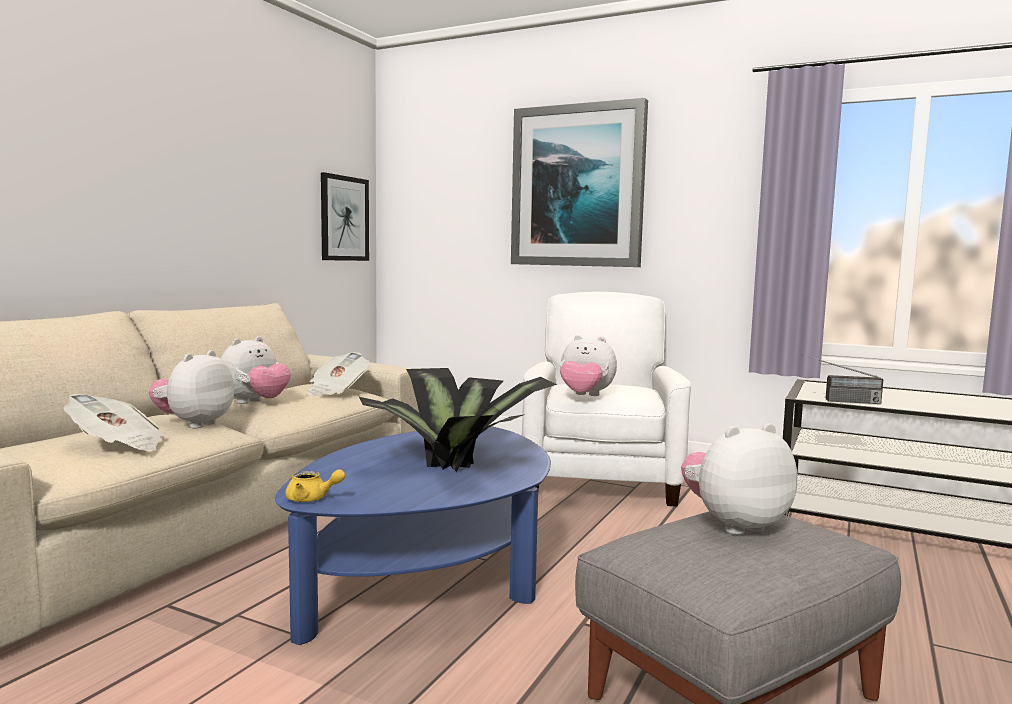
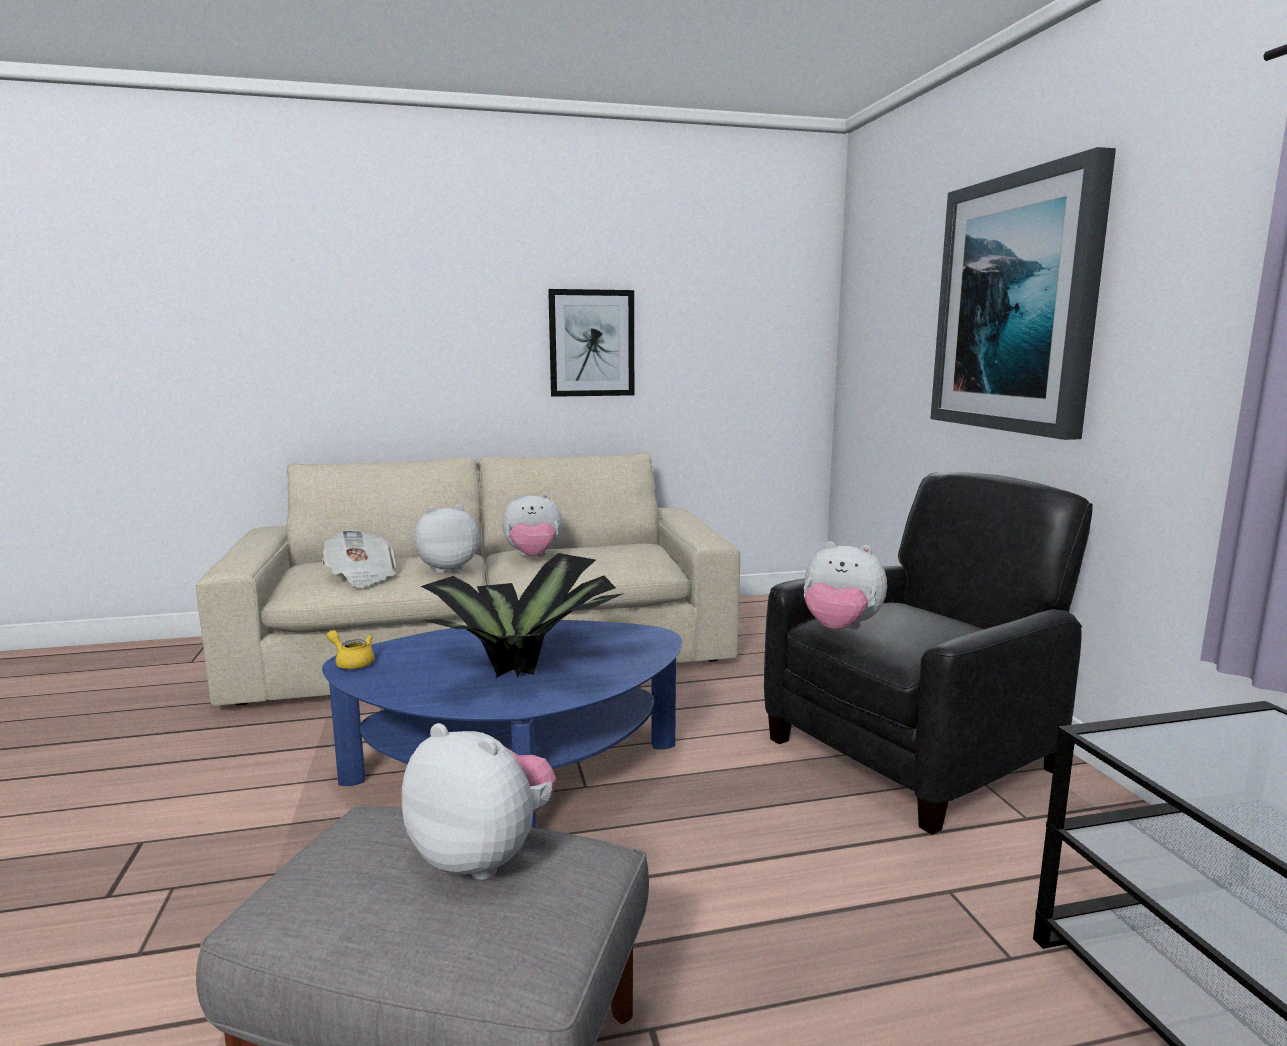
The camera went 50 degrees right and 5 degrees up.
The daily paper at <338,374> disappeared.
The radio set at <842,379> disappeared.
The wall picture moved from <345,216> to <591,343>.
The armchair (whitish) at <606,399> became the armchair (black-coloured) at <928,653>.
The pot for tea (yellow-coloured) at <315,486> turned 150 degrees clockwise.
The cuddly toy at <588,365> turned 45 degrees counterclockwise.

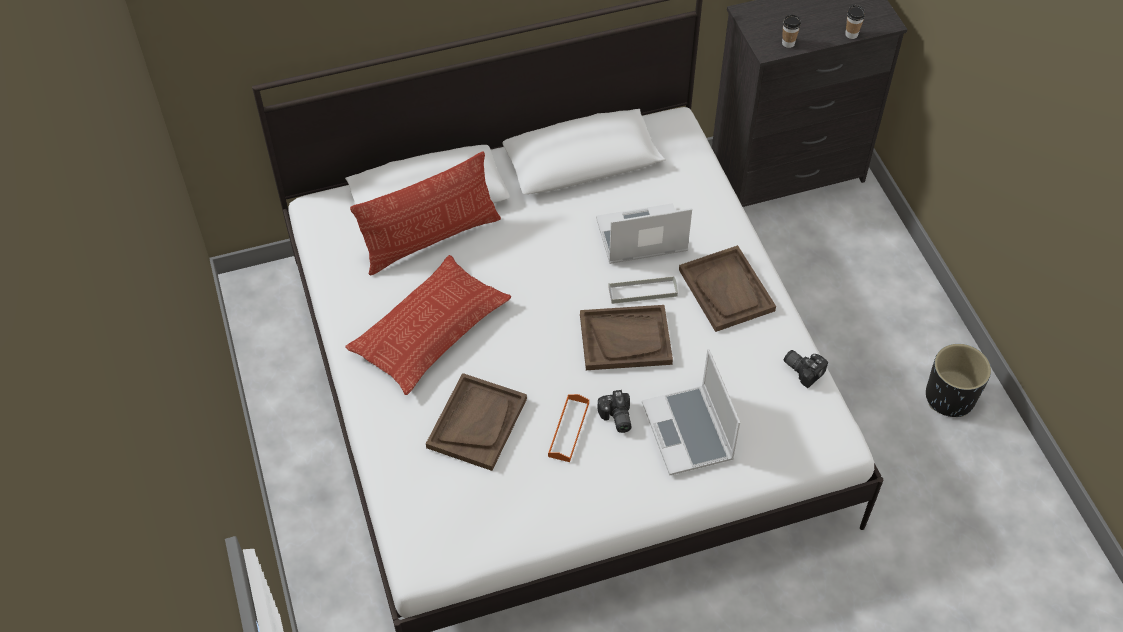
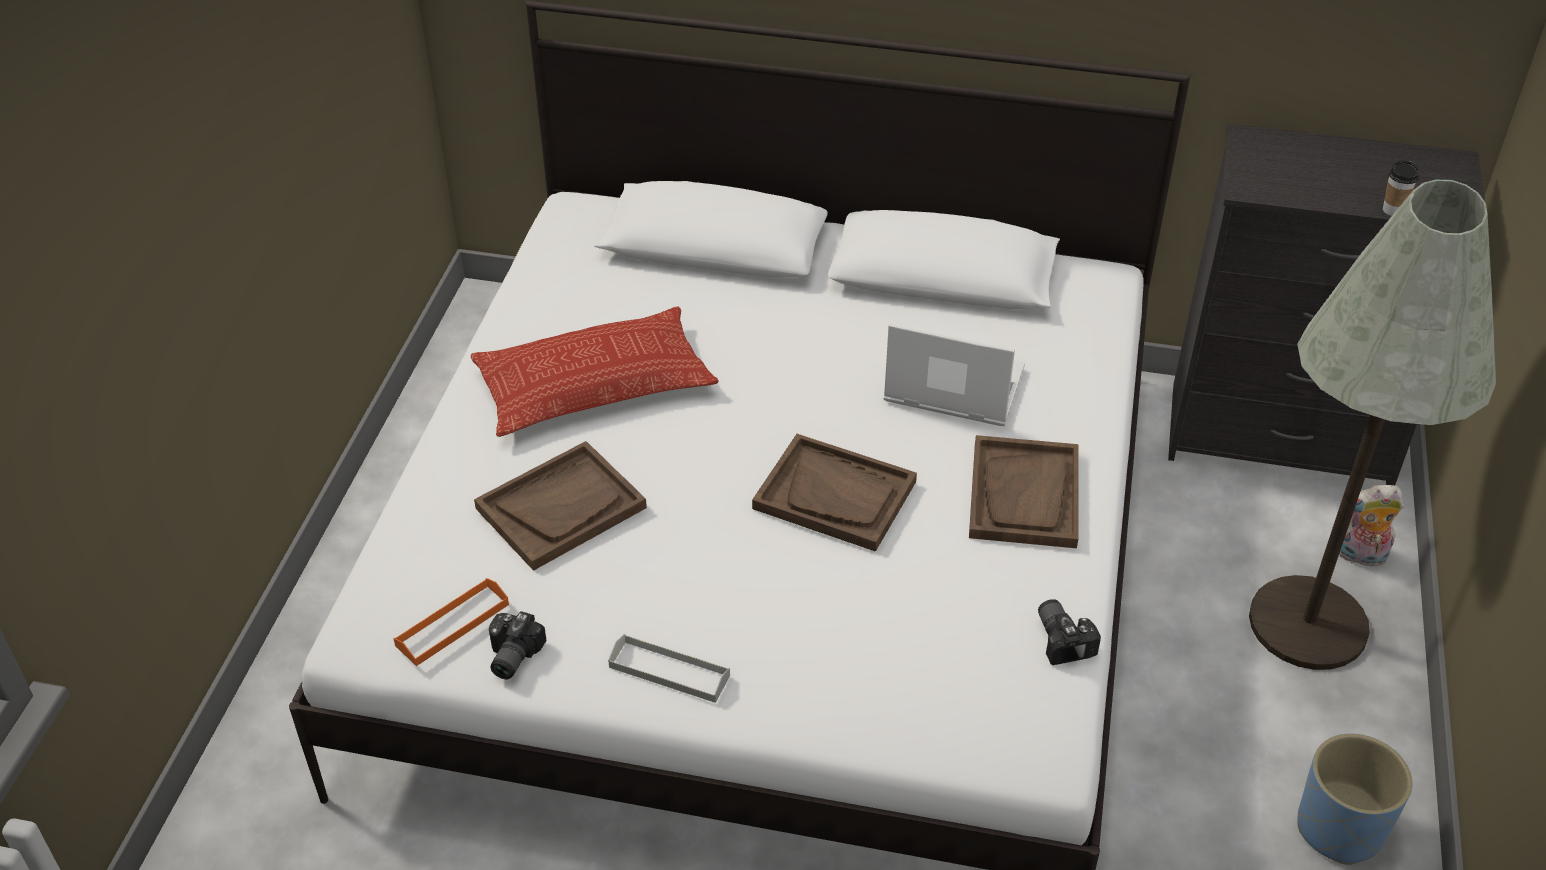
The camera went 30 degrees right and 10 degrees down.
The throw pillow at <425,213> disappeared.
The laptop at <691,412> disappeared.
The small cup at <791,31> disappeared.
The standard lamp (greyish) at <1372,424> appeared.
The cuddly toy at <1371,527> appeared.
The carrying tray (orangey) moved from <568,428> to <451,622>.
The still camera moved from <614,411> to <518,645>.
The carrying tray (greyish) moved from <643,290> to <669,668>.
The flower pot (black-coloured) at <958,380> became the flower pot (blue) at <1354,799>.

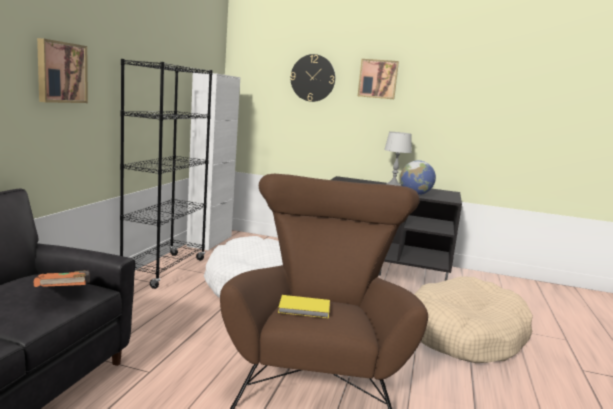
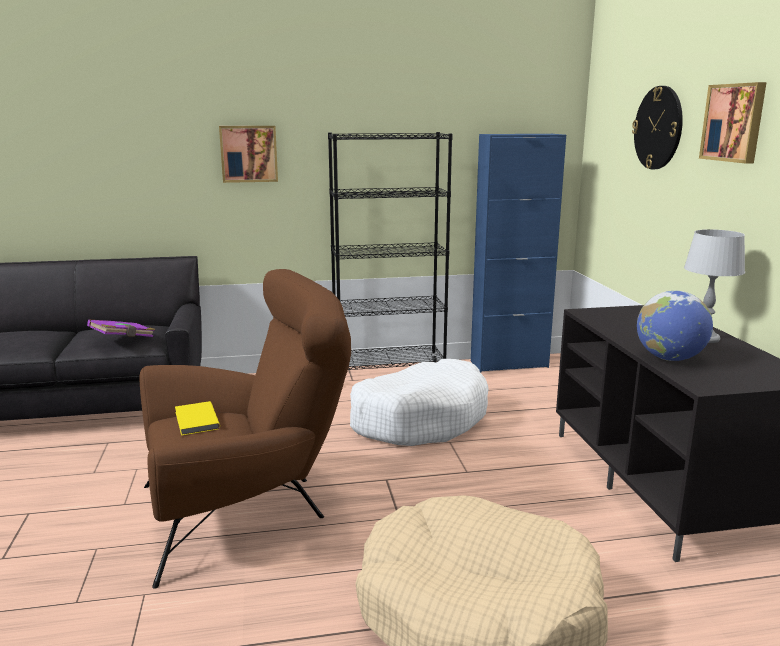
The camera went 65 degrees right and 5 degrees up.
The volume (orangey) at <61,278> became the volume (purplish) at <121,328>.
The cupboard (whitish) at <213,161> became the cupboard (blue) at <518,253>.

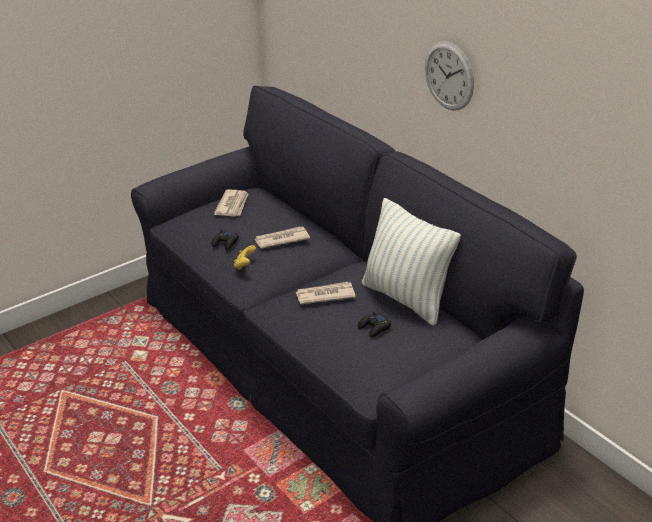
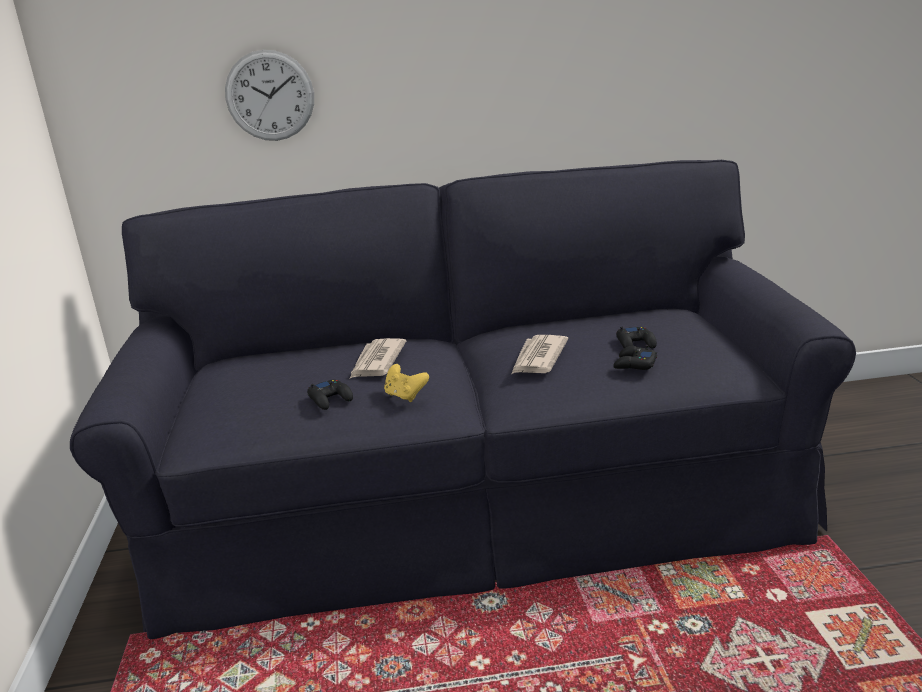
The camera went 60 degrees left and 10 degrees down.
The daily paper at <231,203> disappeared.
The throw pillow at <411,262> disappeared.
The joypad (black-coloured) at <635,357> appeared.
The hanging clock moved from <449,76> to <269,95>.

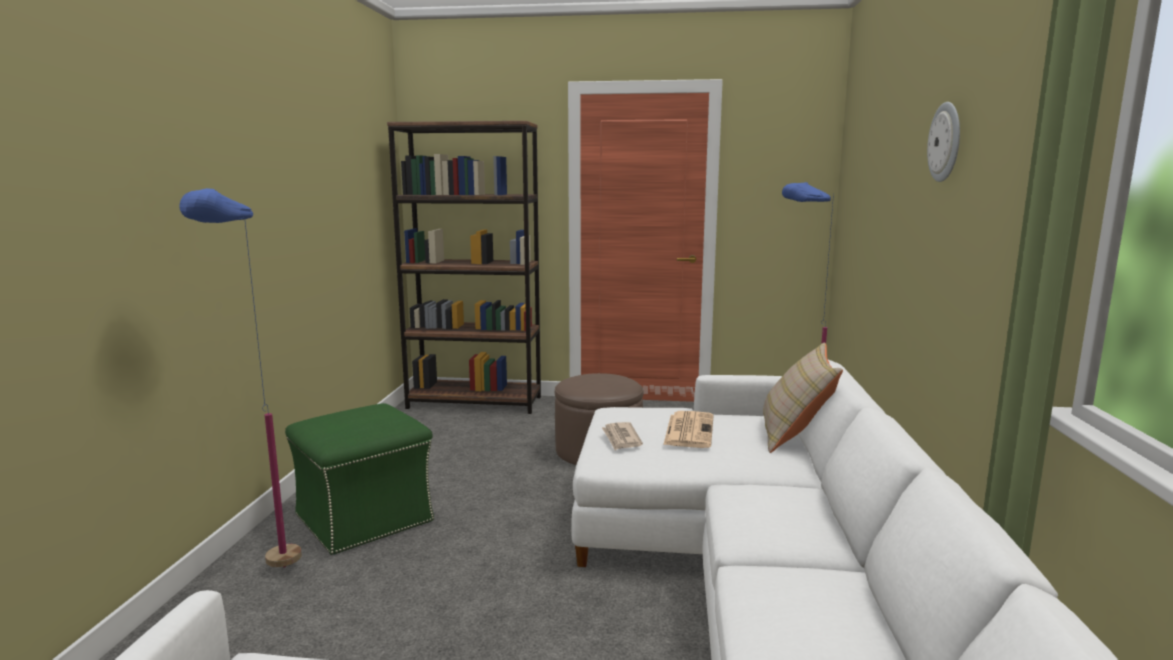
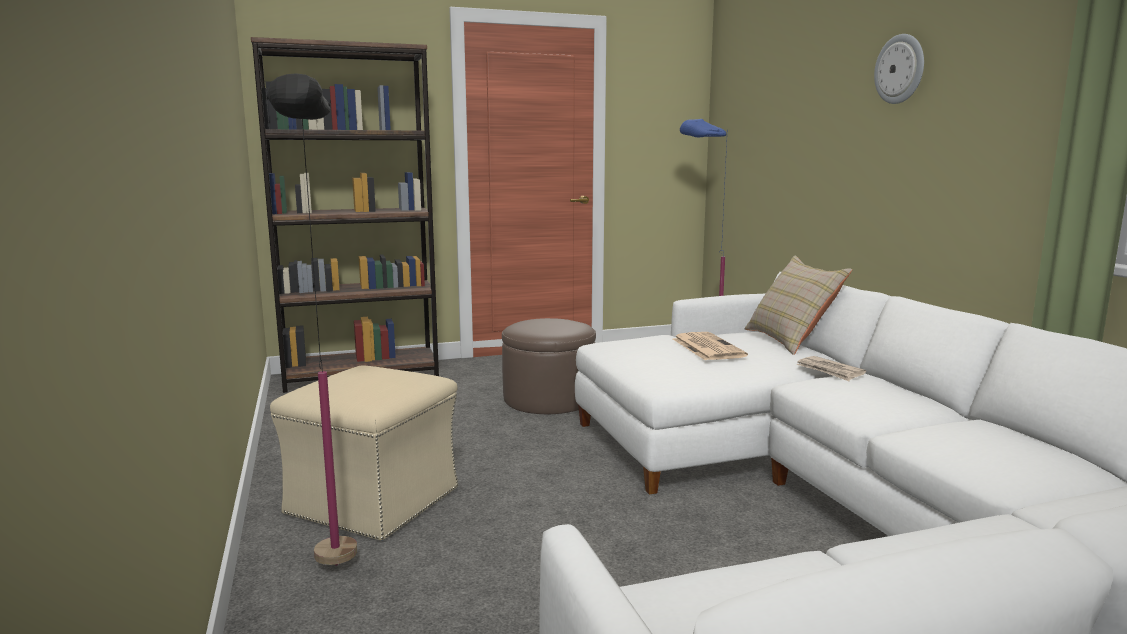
The camera went 25 degrees left and 0 degrees up.
The daily paper moved from <622,436> to <831,368>.
The standard lamp (blue) at <240,378> became the standard lamp (black-coloured) at <312,319>.
The footrest (greenish) at <359,479> became the footrest (beige) at <364,453>.

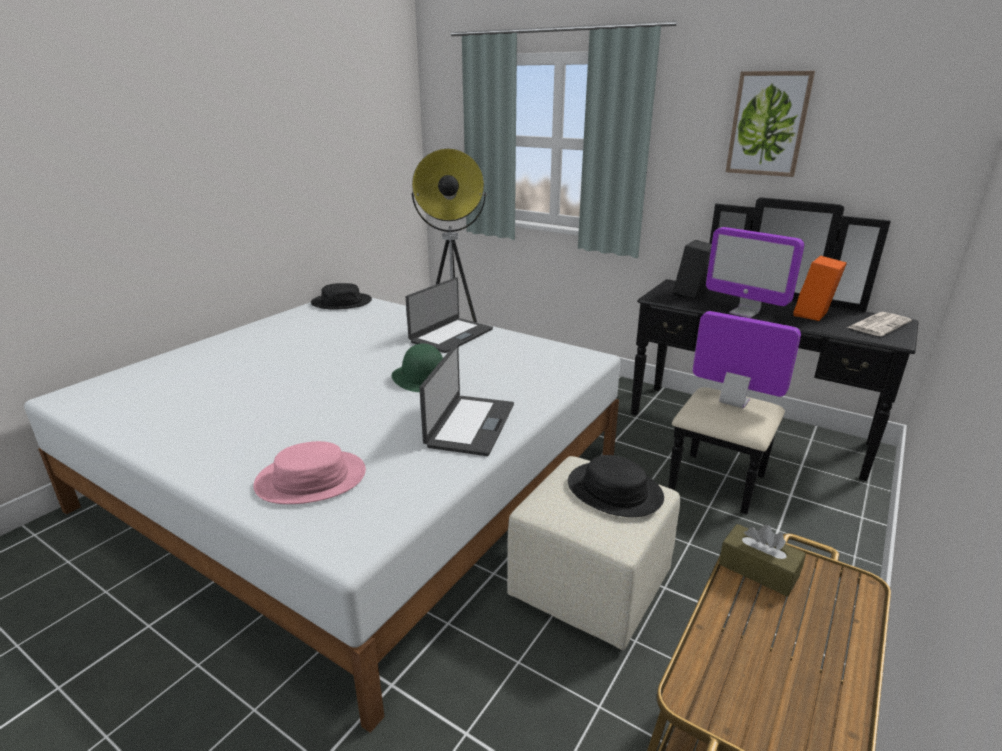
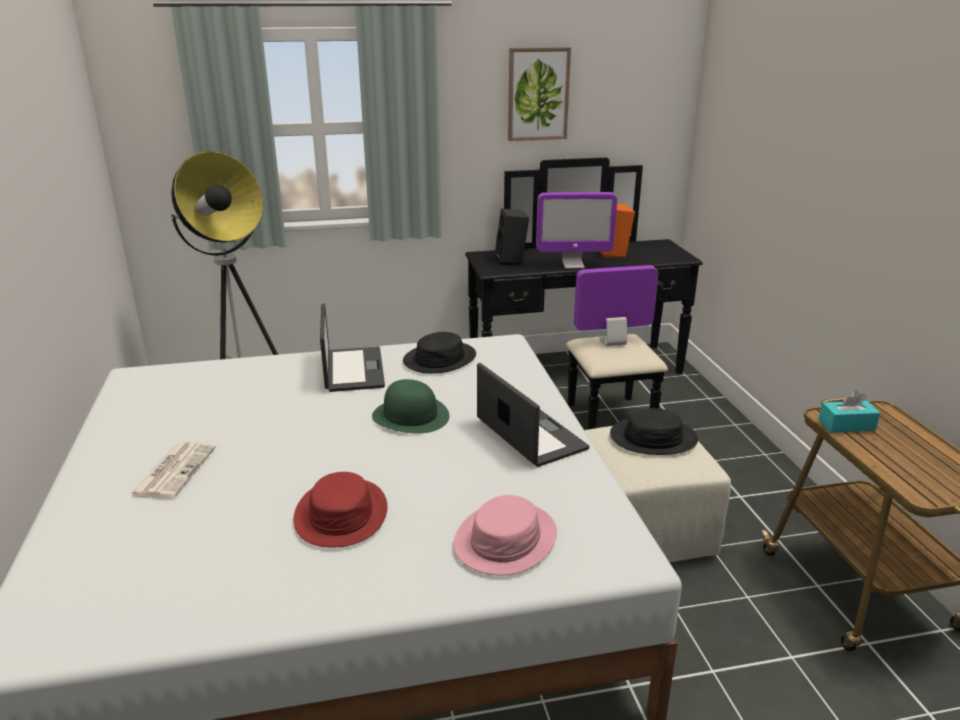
The camera went 45 degrees left and 0 degrees up.
The hat (red-coloured) at <340,509> appeared.
The hat (black-coloured) moved from <341,296> to <439,353>.
The daily paper moved from <879,324> to <172,470>.
The tissue box (brown) at <762,560> became the tissue box (blue-green) at <849,411>.

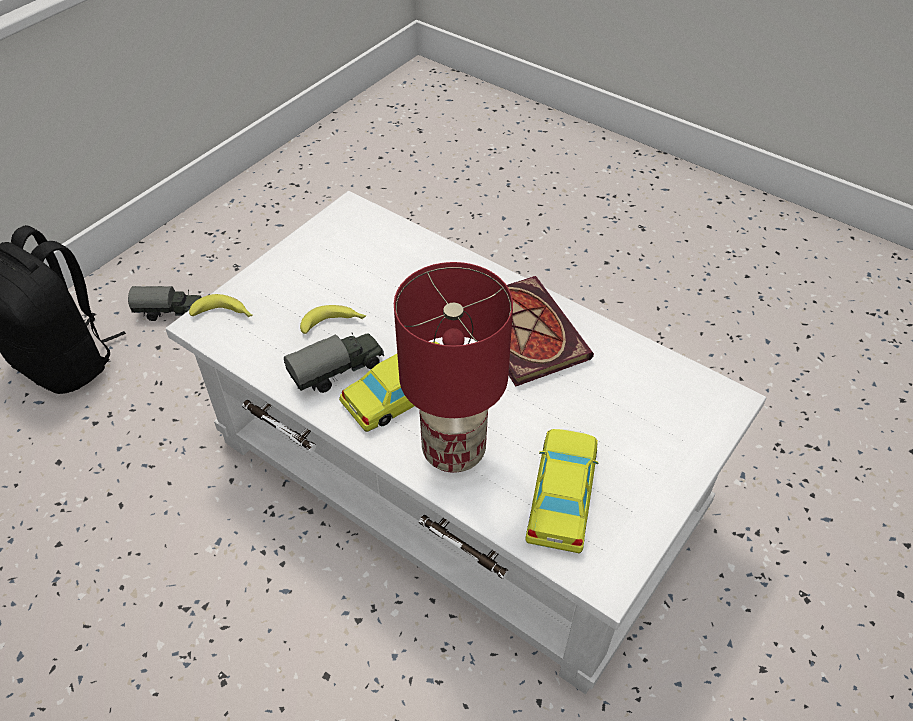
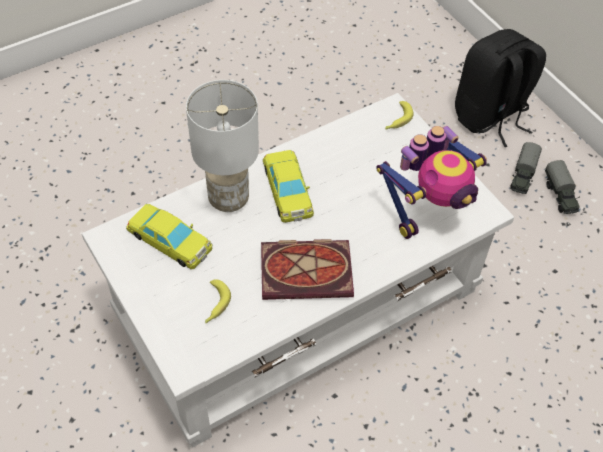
The camera went 110 degrees right and 5 degrees up.
The model robot at <431,182> appeared.
The toy truck moved from <334,363> to <562,187>.
The banana moved from <333,319> to <218,301>.
The tabletop lamp (red-coloured) at <453,367> became the tabletop lamp (whitish) at <222,146>.

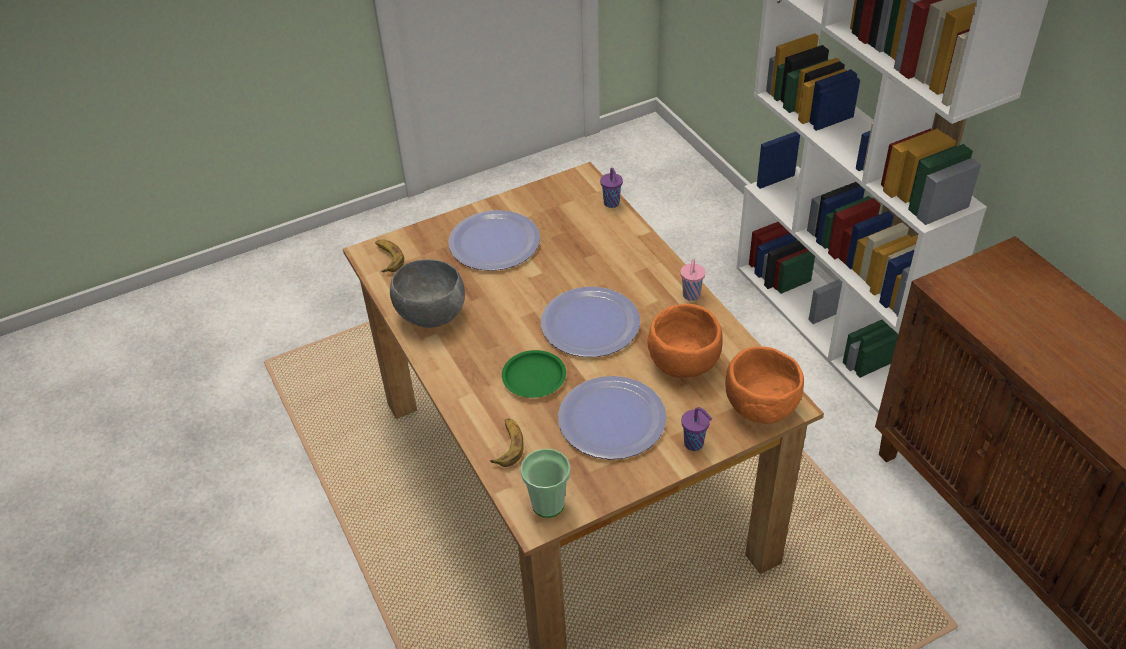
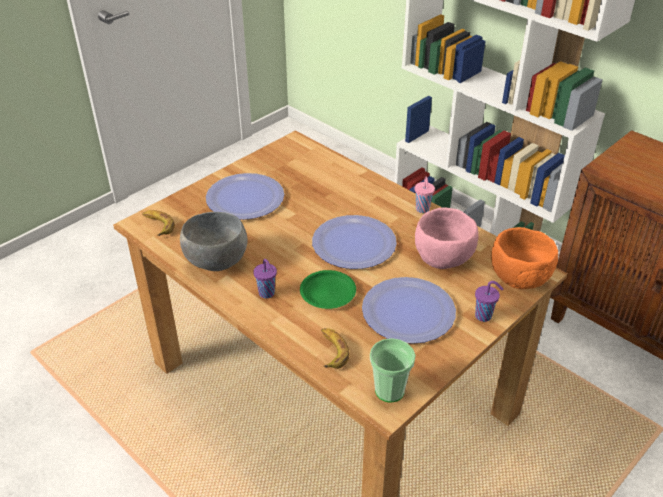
The camera went 20 degrees left and 5 degrees down.
The small cup (purplish) moved from <611,188> to <265,278>.
The deep dish (orangey) at <685,340> became the deep dish (pink) at <446,238>.

